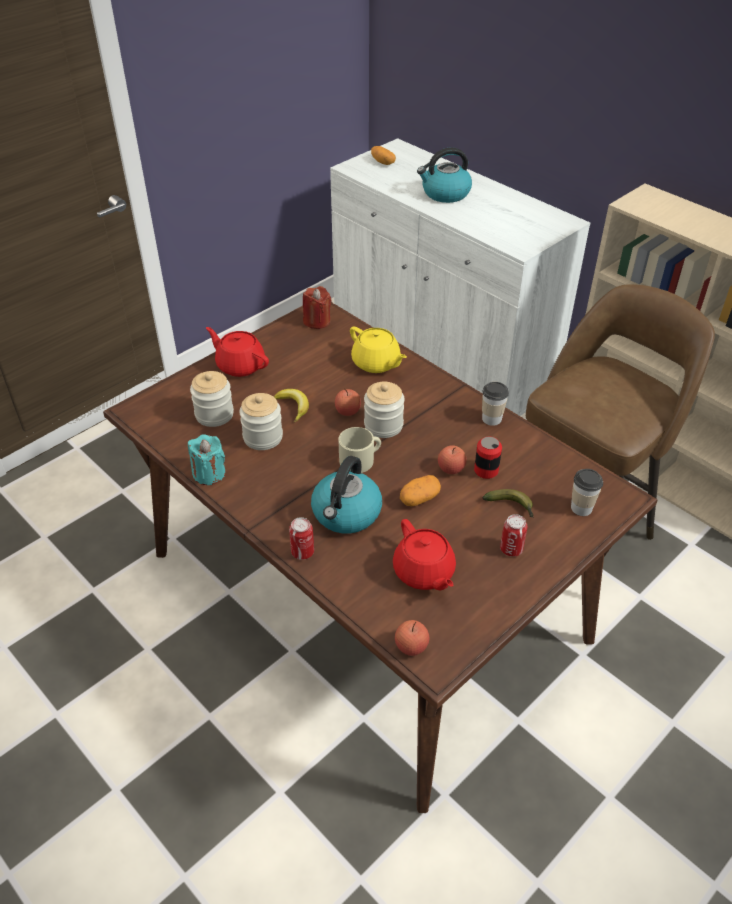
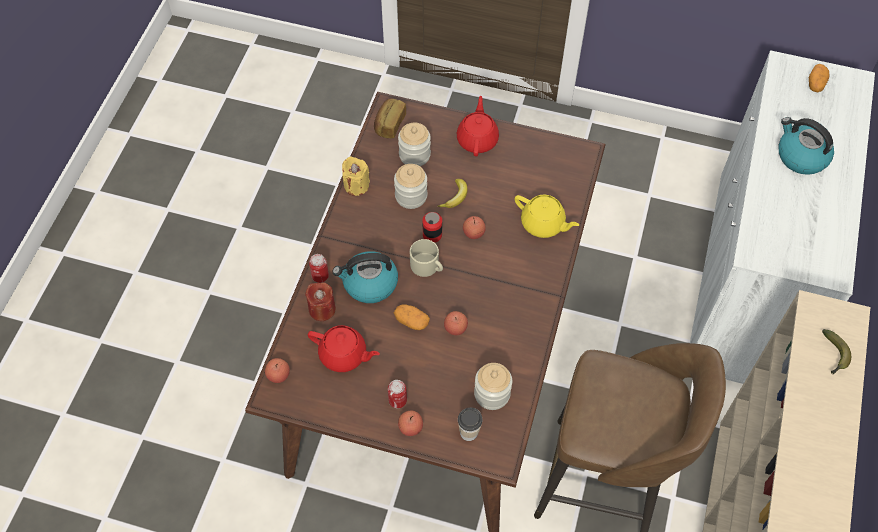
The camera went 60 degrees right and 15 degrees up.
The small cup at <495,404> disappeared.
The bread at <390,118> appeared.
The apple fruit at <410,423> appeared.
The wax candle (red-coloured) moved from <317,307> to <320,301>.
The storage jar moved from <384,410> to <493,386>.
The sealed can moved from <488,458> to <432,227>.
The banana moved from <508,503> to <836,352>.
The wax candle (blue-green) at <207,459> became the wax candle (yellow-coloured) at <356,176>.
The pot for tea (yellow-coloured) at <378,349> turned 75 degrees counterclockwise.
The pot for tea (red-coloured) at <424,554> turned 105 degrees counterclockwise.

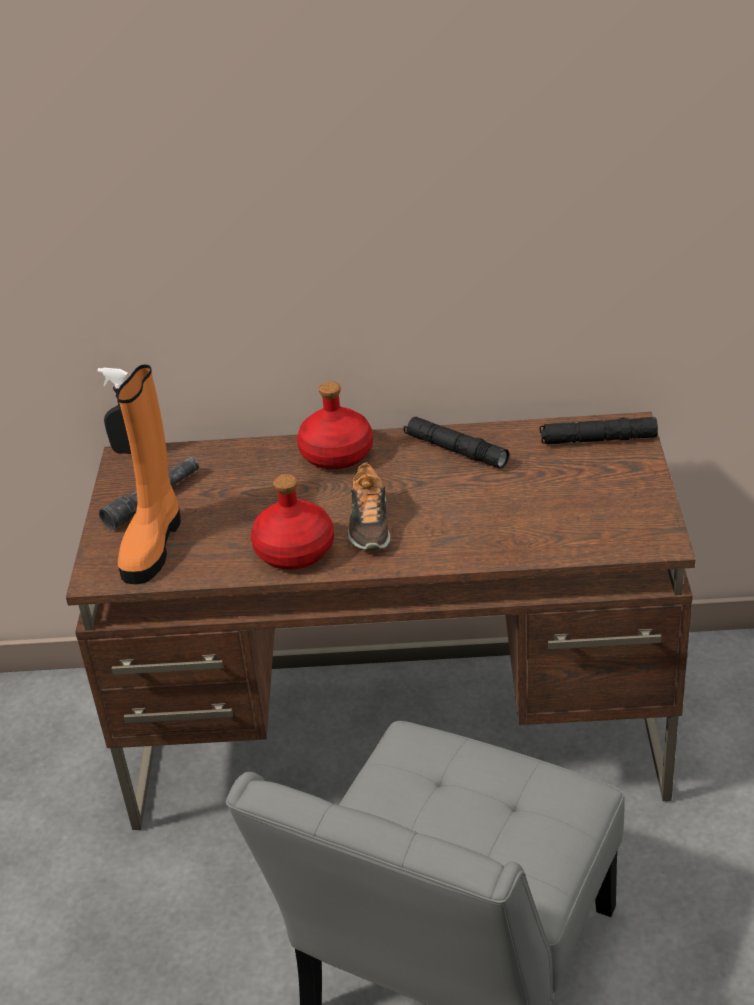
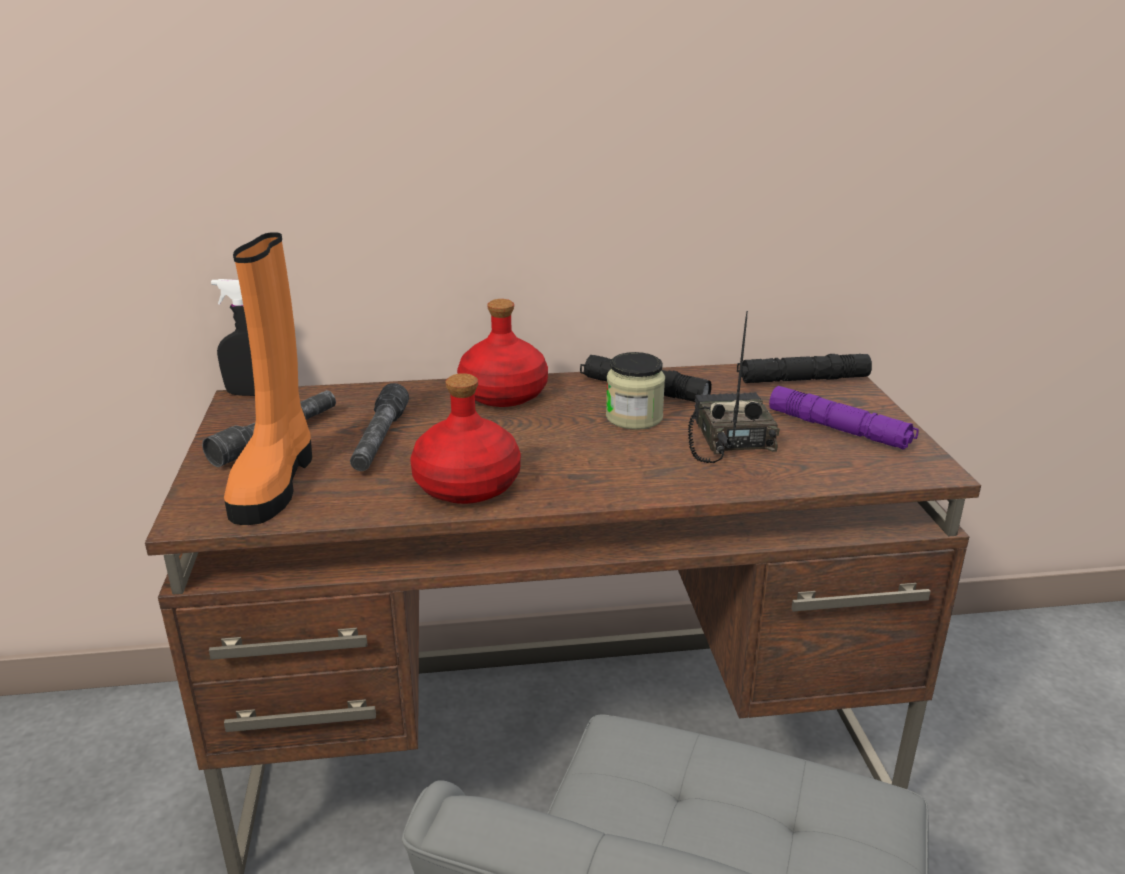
The camera went 10 degrees left and 10 degrees down.
The item of footwear at <369,506> disappeared.
The torch (greyish) at <379,427> appeared.
The storage jar at <635,391> appeared.
The radio set at <734,387> appeared.
The torch (purplish) at <844,418> appeared.

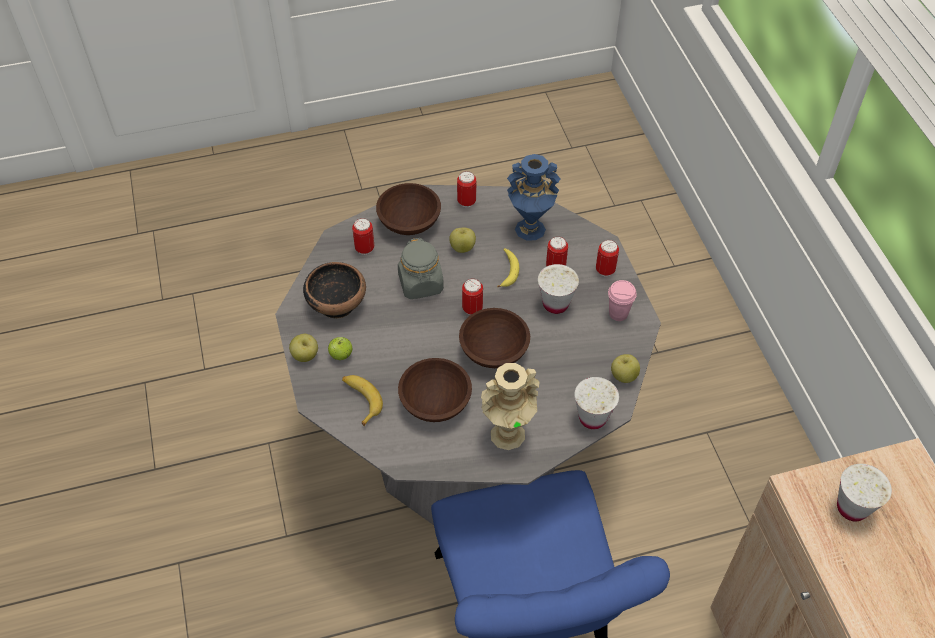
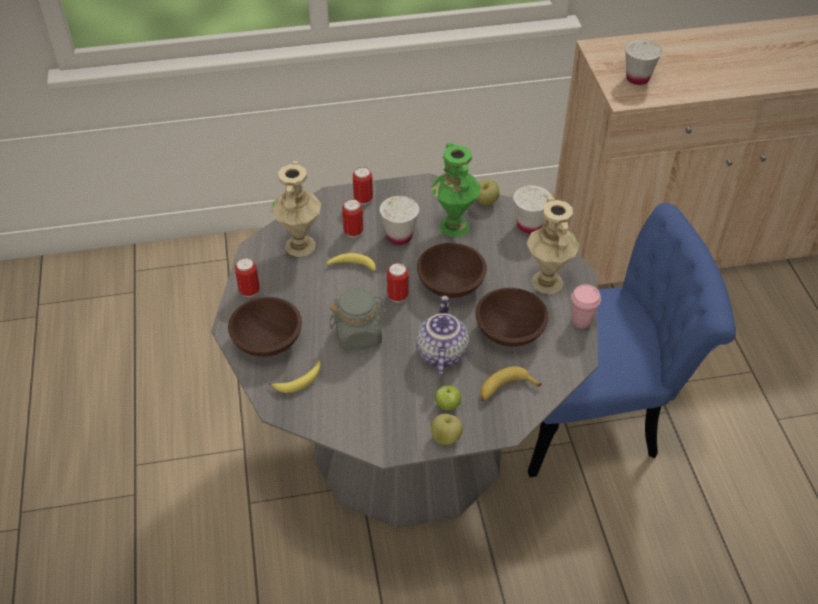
The camera went 85 degrees left and 5 degrees down.
The deep dish at <334,290> disappeared.
The apple fruit at <462,240> disappeared.
The pot for tea at <442,336> appeared.
The decorative vase (greenish) at <456,190> appeared.
The small cup (pink) moved from <622,300> to <586,306>.
The sealed can at <363,236> was replaced by the banana at <295,377>.
The decorative vase (blue) at <533,197> became the decorative vase (beige) at <296,209>.

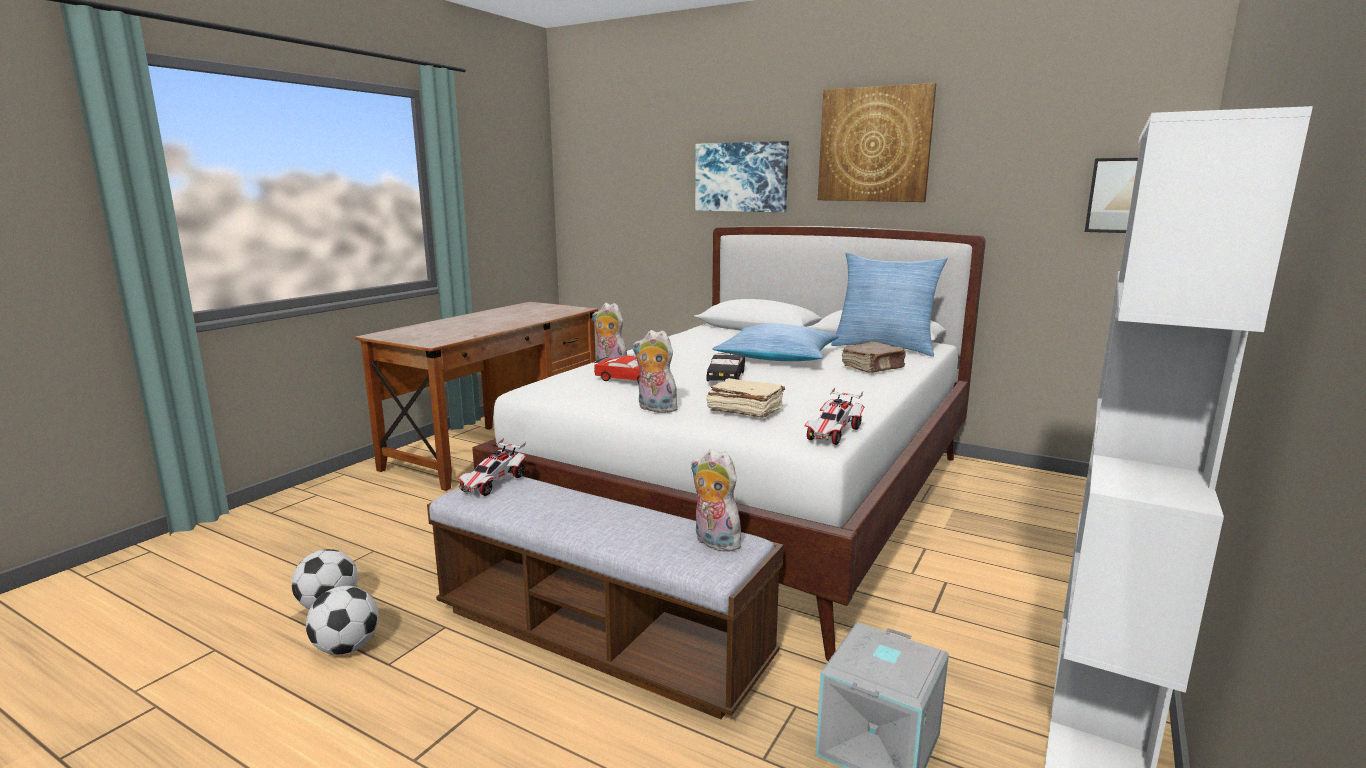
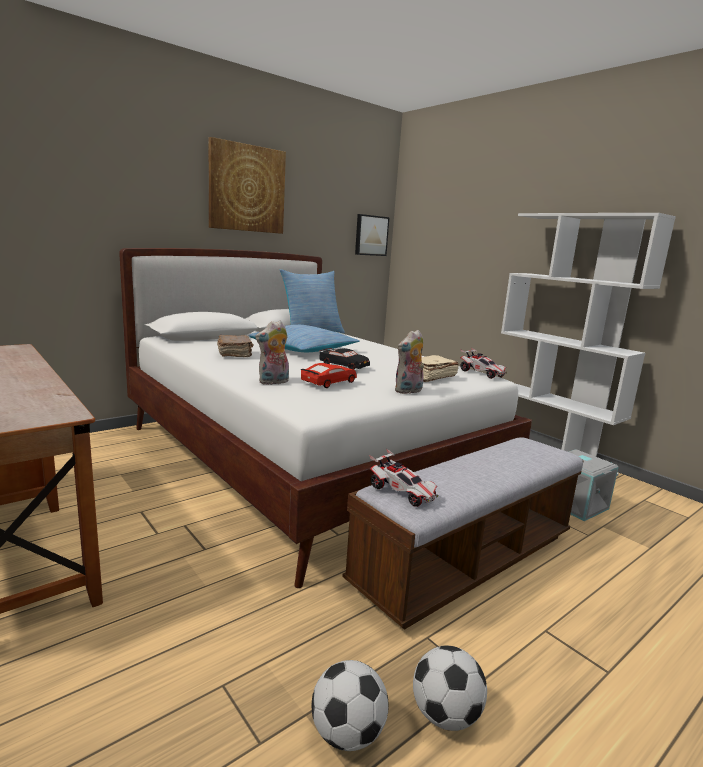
The camera went 70 degrees left and 0 degrees up.
The cuddly toy at <717,500> disappeared.
The wall picture at <742,176> disappeared.
The volume (brown) moved from <874,357> to <235,346>.

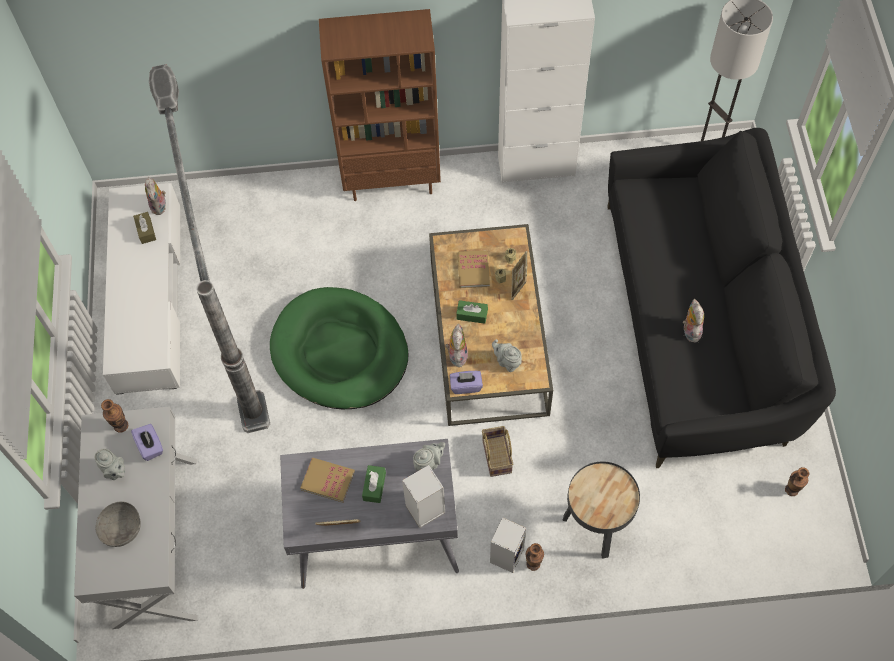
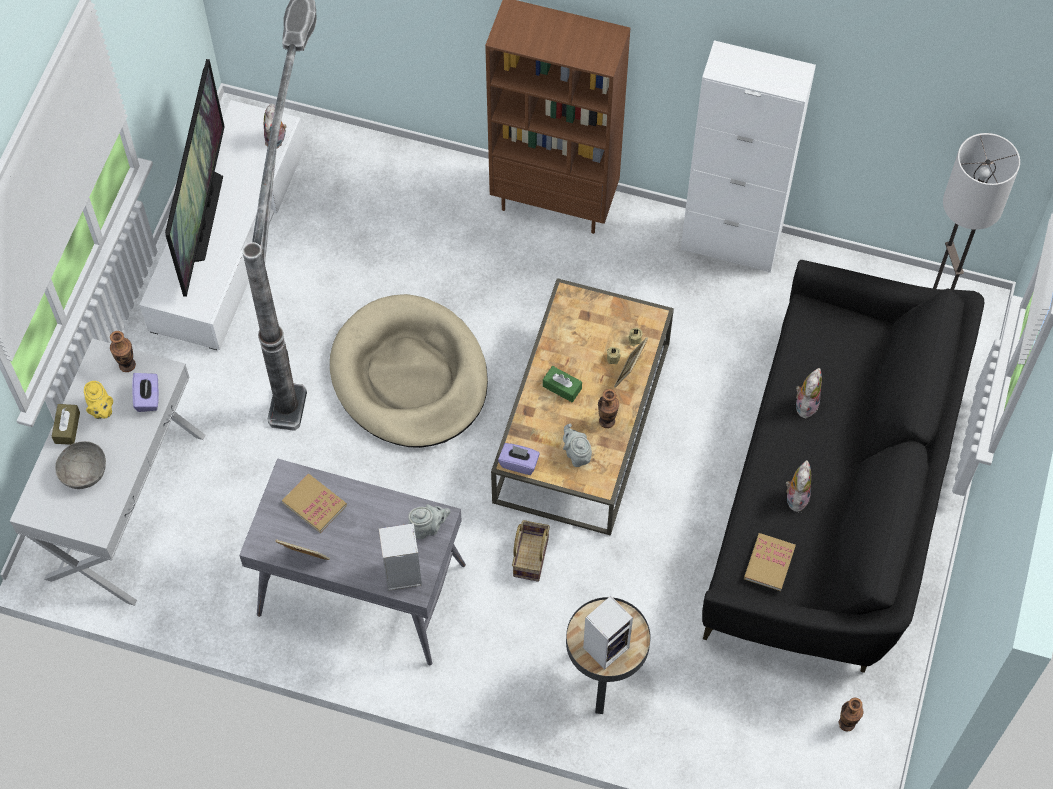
The camera went 20 degrees right and 0 degrees up.
The tissue box (greenish) at <374,484> disappeared.
The TV set at <195,178> appeared.
The tissue box (brown) moved from <144,228> to <65,424>.
The cuddly toy moved from <457,346> to <809,393>.
The volume moved from <474,269> to <770,562>.
The loudspeaker moved from <508,545> to <608,633>.
The decorative vase moved from <535,557> to <608,408>.
The pot for tea (greyish) at <110,464> became the pot for tea (yellow-coloured) at <98,400>.
The dog bed (greenish) at <339,348> became the dog bed (beige) at <409,371>.

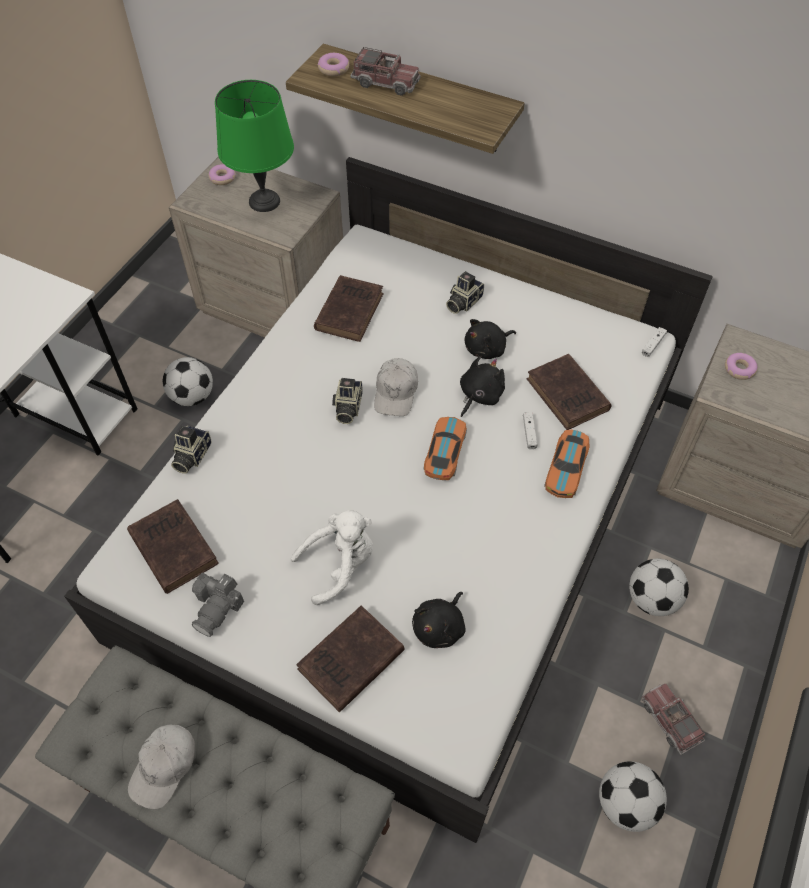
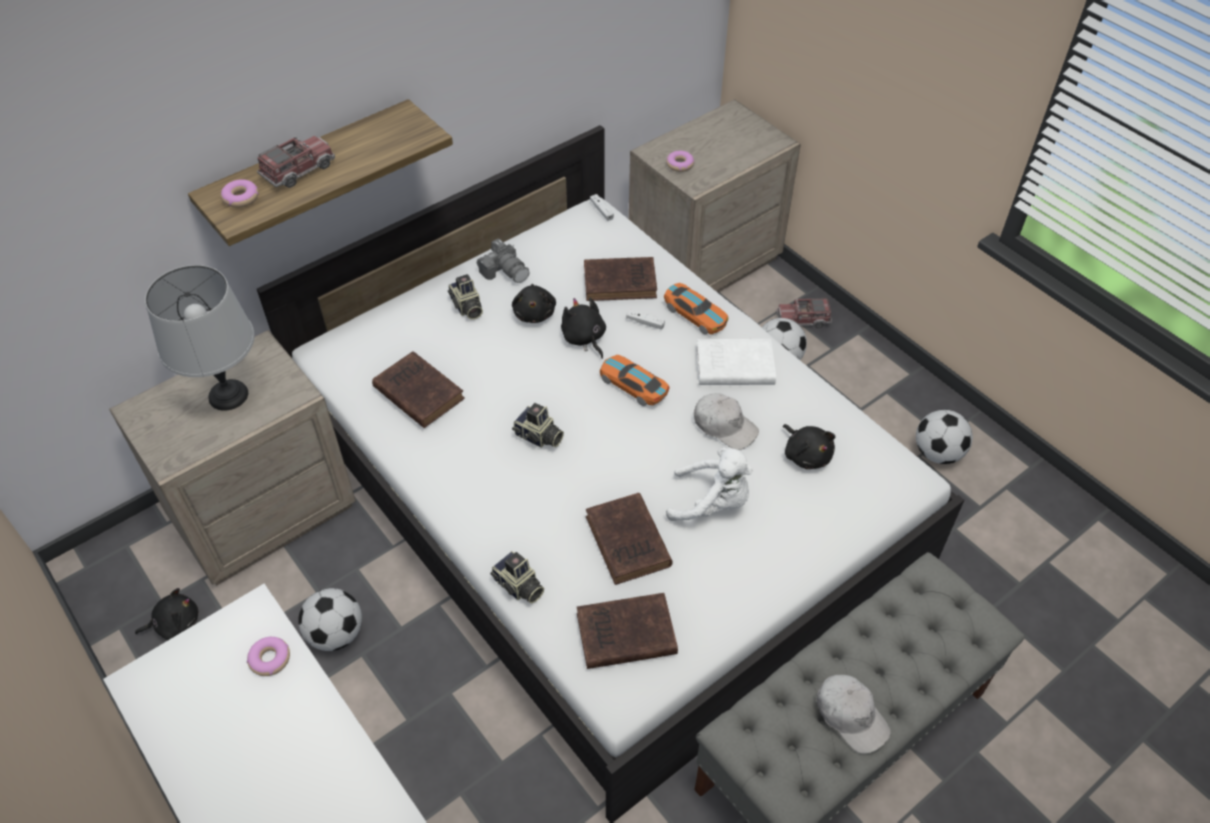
The camera went 65 degrees left and 5 degrees down.
The cuddly toy (black-coloured) at <167,614> appeared.
The volume (whitish) at <736,362> appeared.
The still camera moved from <218,604> to <503,260>.
The doughnut moved from <222,174> to <268,656>.
The volume (brown) moved from <350,659> to <629,539>.
The cap (whitish) moved from <396,387> to <726,421>.
The toy truck moved from <673,719> to <804,313>.
The tabletop lamp (greenish) at <254,146> became the tabletop lamp (greyish) at <200,338>.
The cuddly toy (whitish) at <332,557> turned 105 degrees clockwise.

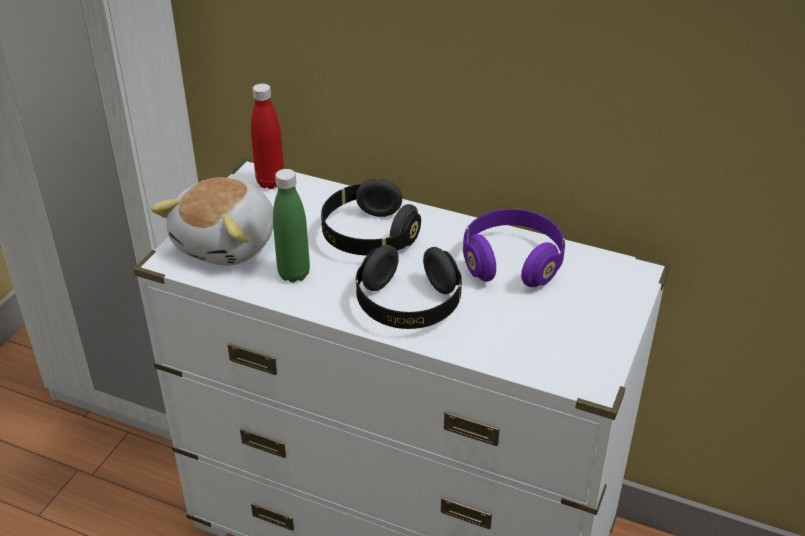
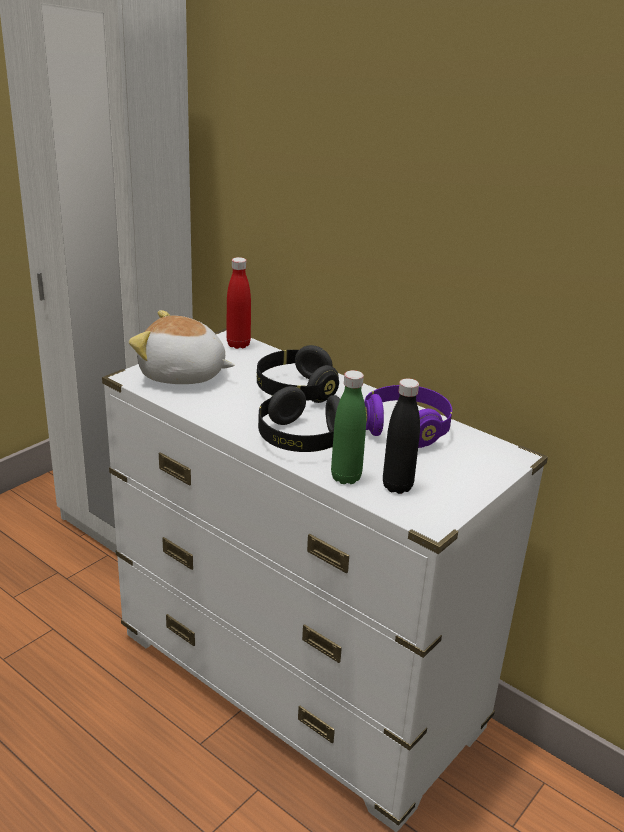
The camera went 15 degrees right and 10 degrees down.
The drink bottle (black-coloured) at <401,436> appeared.
The drink bottle (greenish) moved from <291,226> to <348,427>.
The cuddly toy at <212,221> turned 60 degrees clockwise.

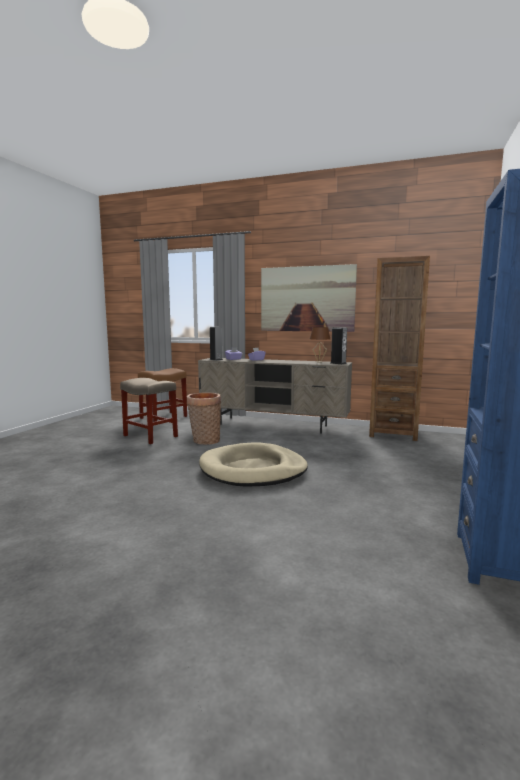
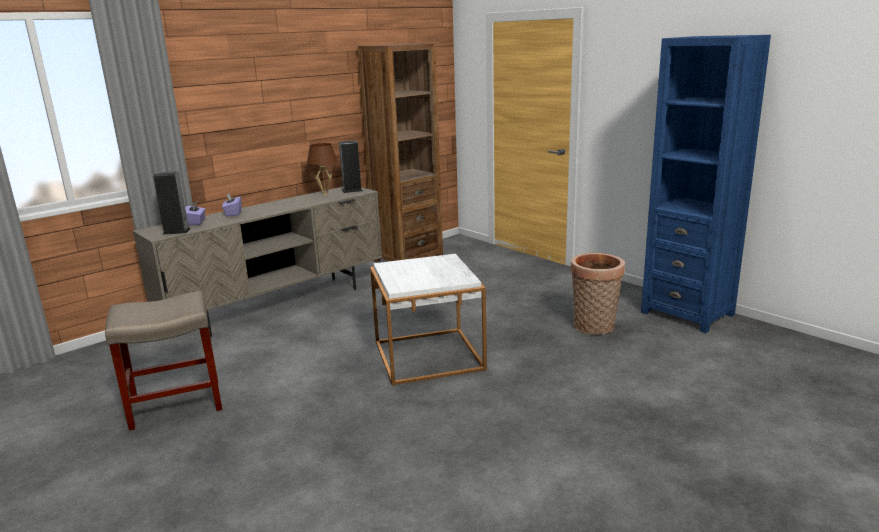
The camera went 60 degrees left and 10 degrees up.
The stool (brown) at <162,395> disappeared.
The wall picture at <309,298> disappeared.
The storage basket moved from <204,419> to <598,294>.
The dog bed (beige) at <253,464> was replaced by the accent table (whitish) at <428,319>.

